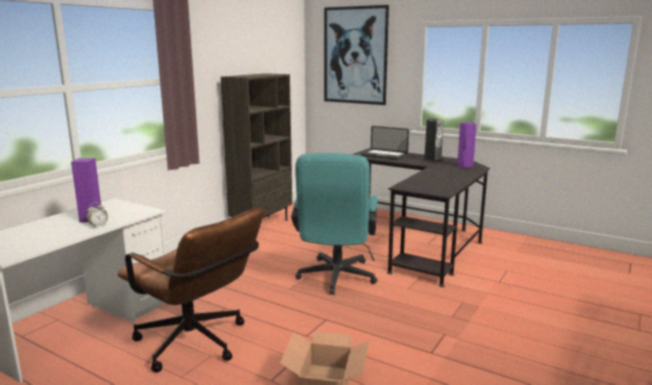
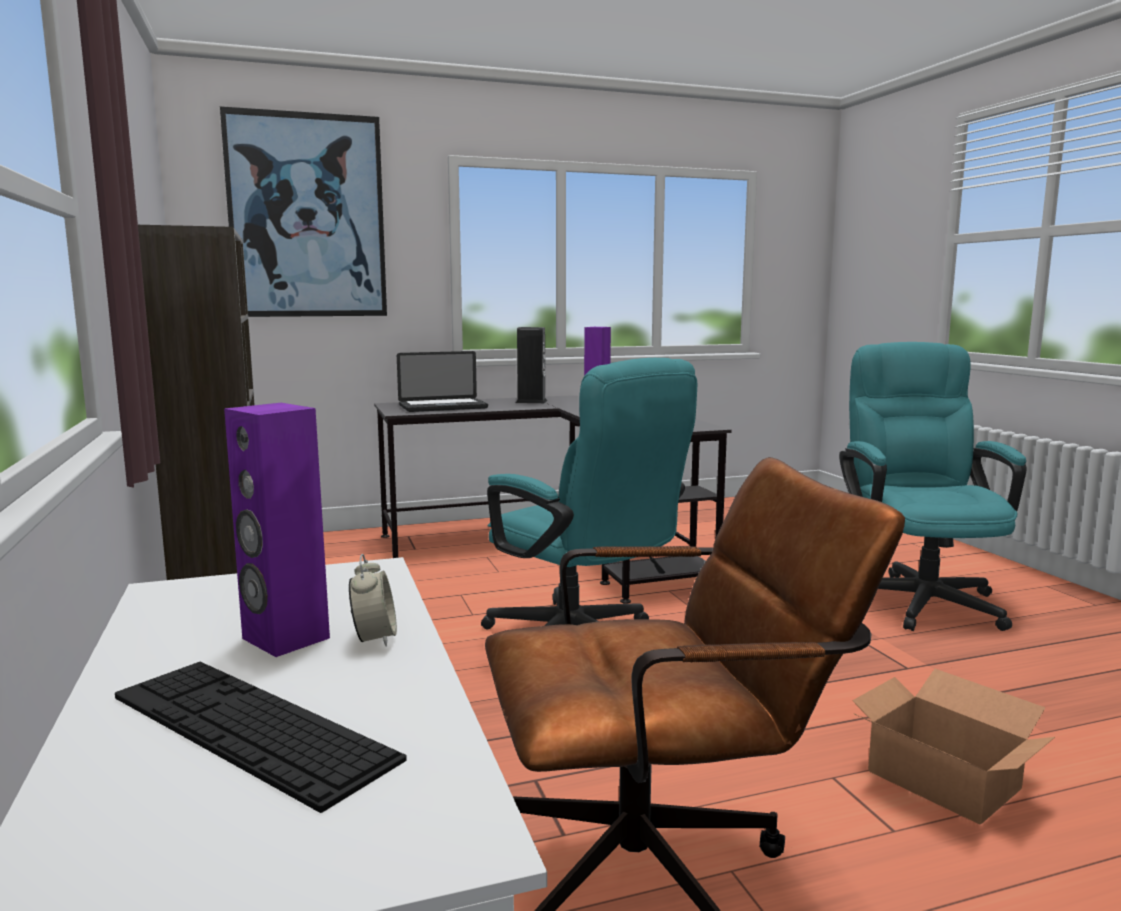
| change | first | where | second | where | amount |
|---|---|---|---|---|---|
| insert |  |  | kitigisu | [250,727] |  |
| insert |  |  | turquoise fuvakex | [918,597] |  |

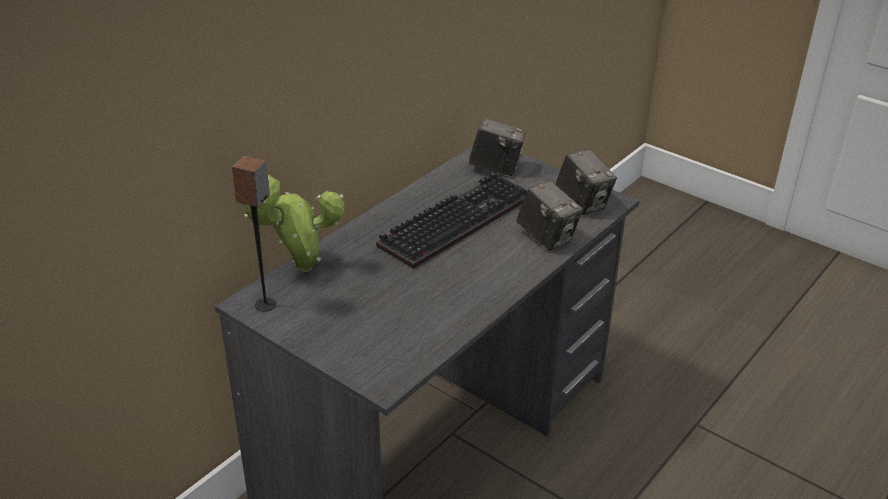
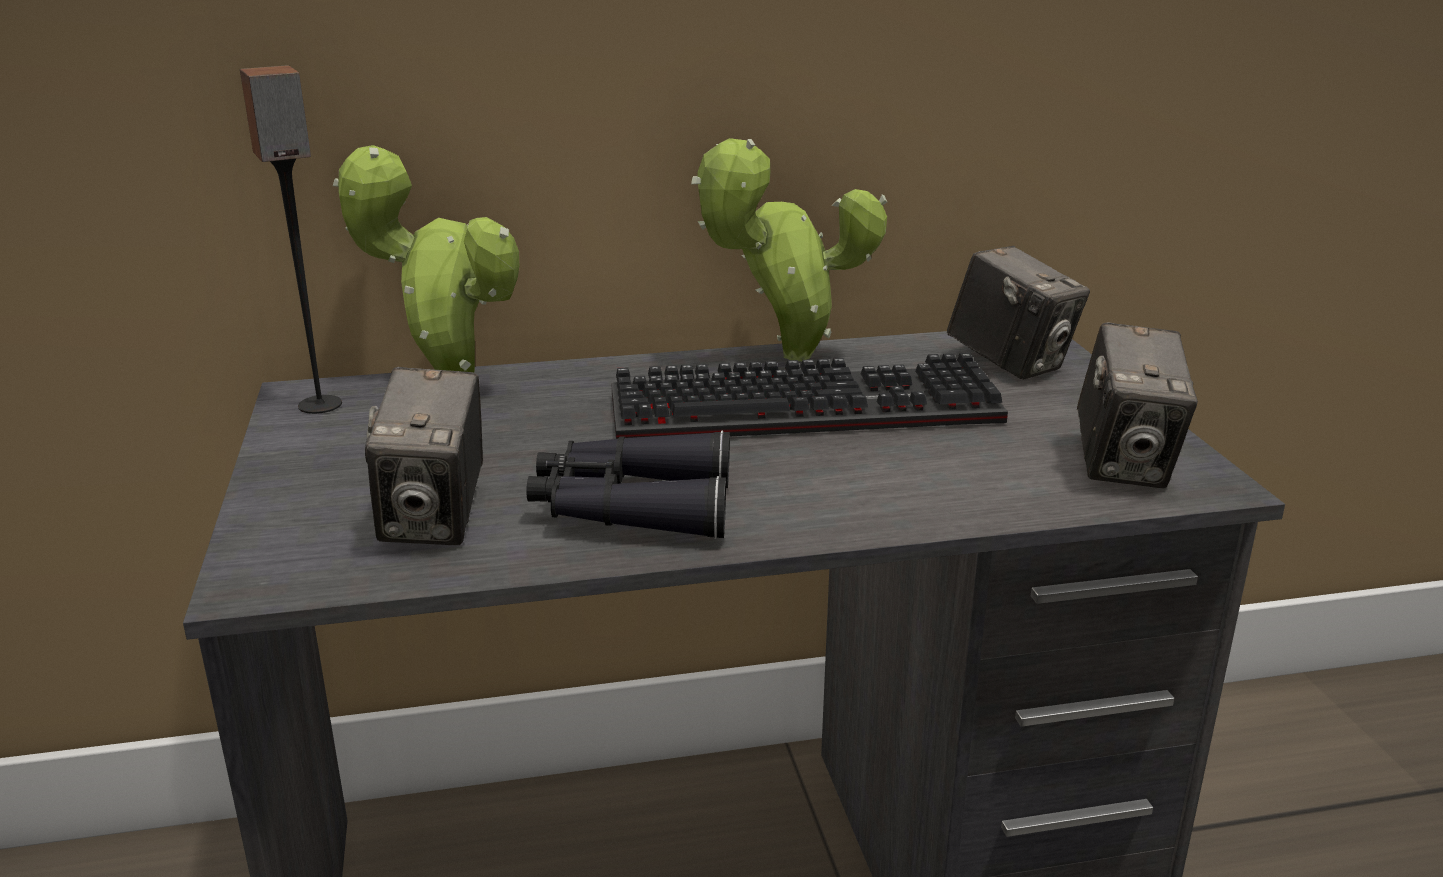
| change | first | where | second | where | amount |
|---|---|---|---|---|---|
| move | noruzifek | [547,237] |  | [435,520] |  |
| insert |  |  | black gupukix | [631,507] |  |
| insert |  |  | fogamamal | [786,358] |  |

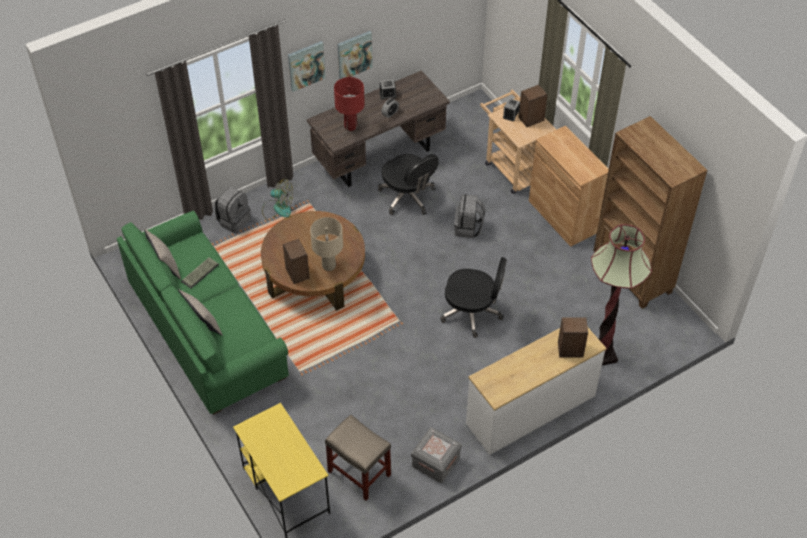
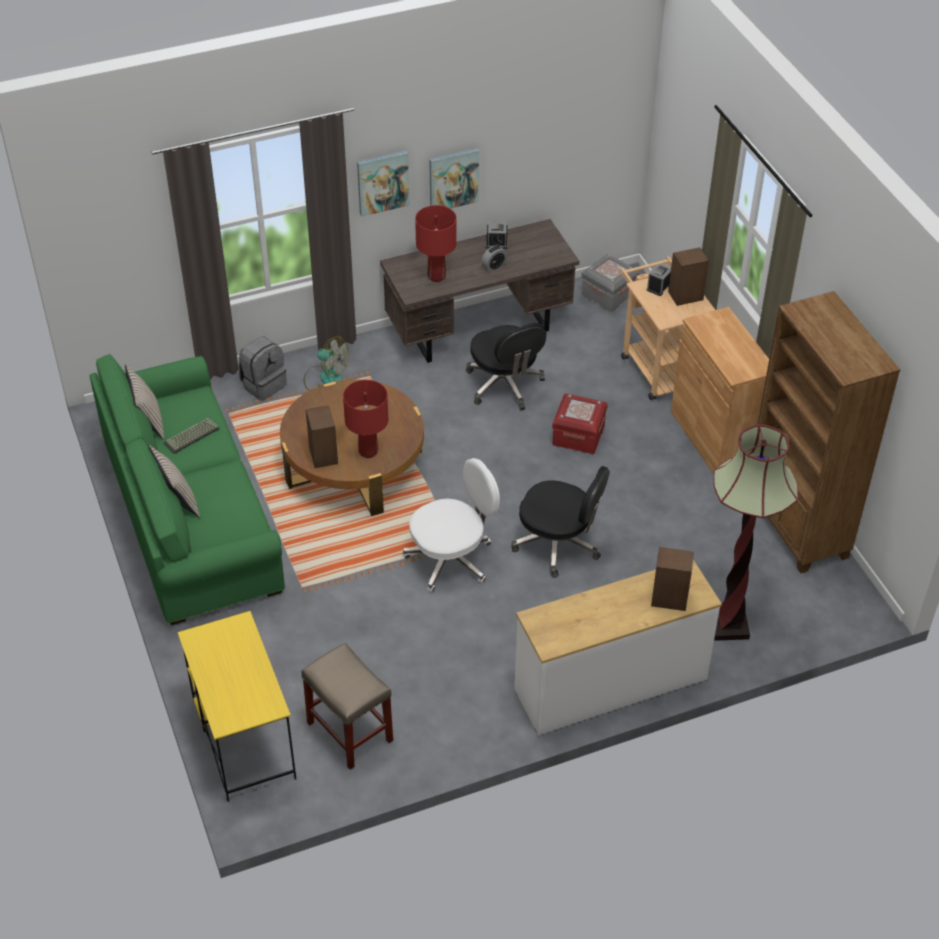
| change | first | where | second | where | amount |
|---|---|---|---|---|---|
| recolor | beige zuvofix | [329,266] | red zuvofix | [368,452] |  |
| insert |  |  | white fuvakex | [451,559] |  |
| replace | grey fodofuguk | [468,228] | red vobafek | [578,435] |  |
| move | grey vobafek | [435,462] |  | [608,294] |  |

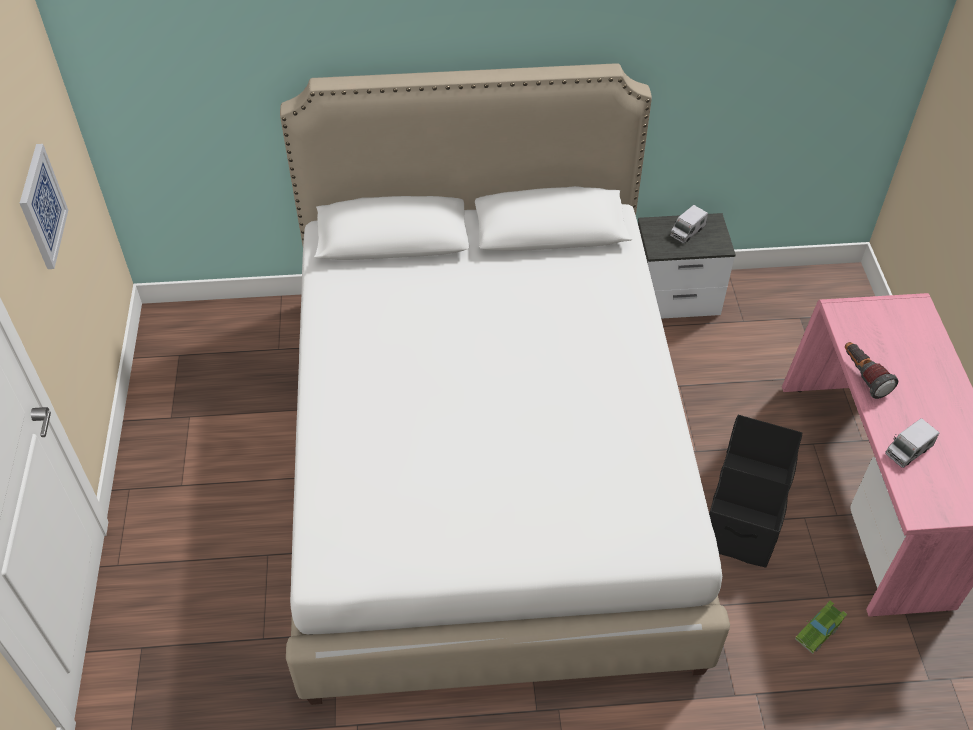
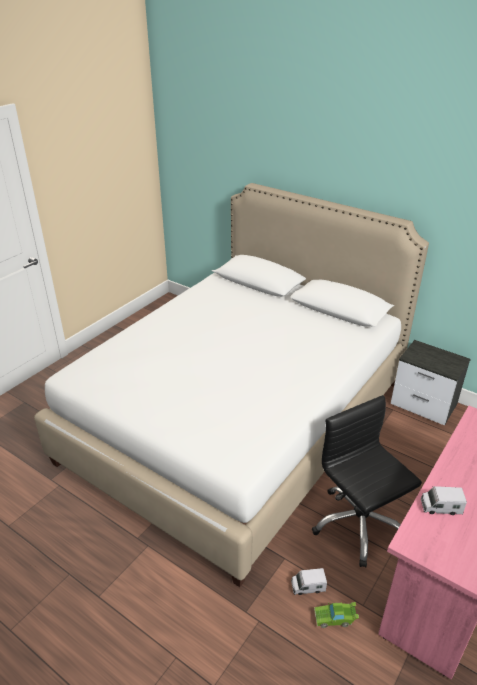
| change | first | where | second | where | amount |
|---|---|---|---|---|---|
| move | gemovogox | [687,231] |  | [308,586] |  |
| replace | black vobafek | [746,508] | black fuvakex | [358,524] |  |
| delete | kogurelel | [41,207] |  |  |  |
| delete | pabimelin | [863,376] |  |  |  |

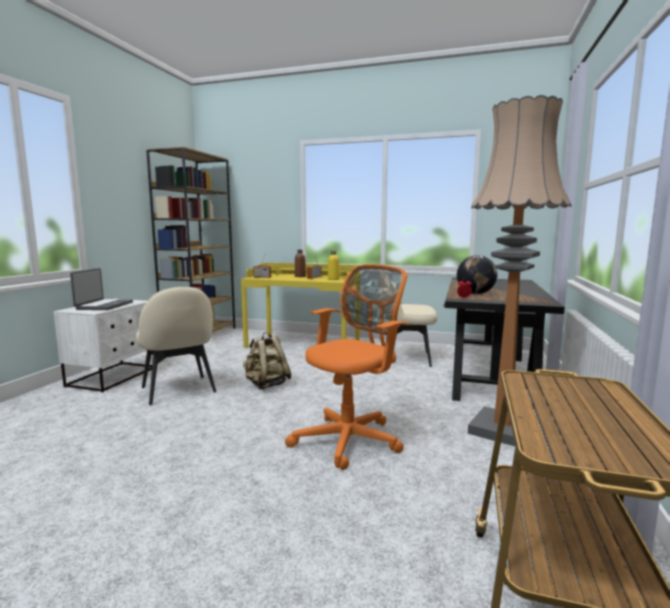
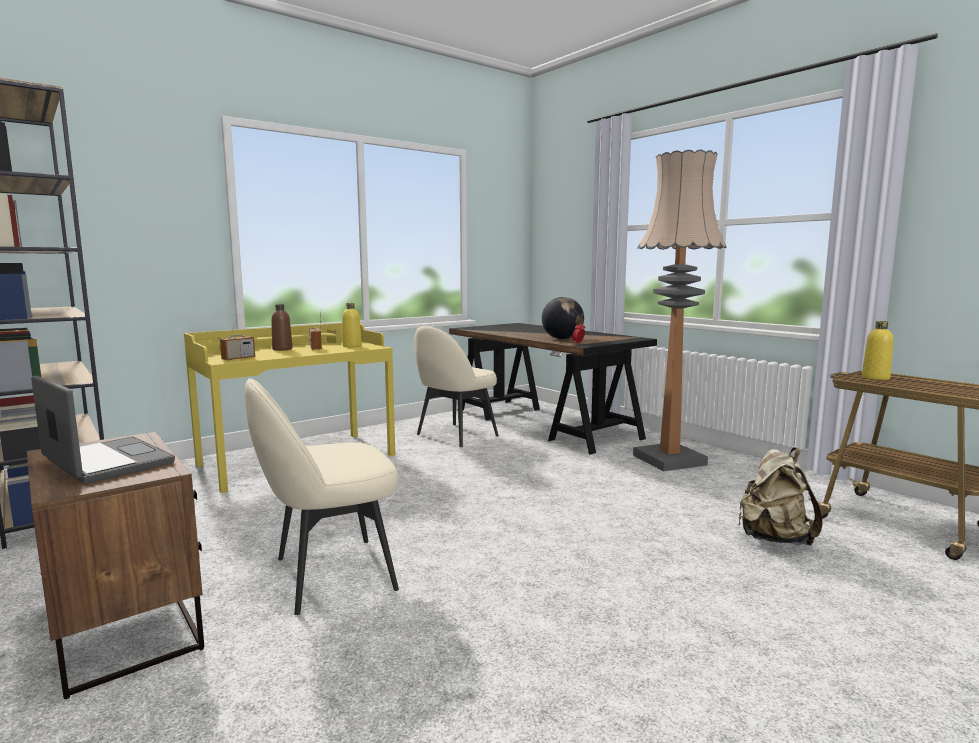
| change | first | where | second | where | amount |
|---|---|---|---|---|---|
| recolor | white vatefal | [114,377] | brown vatefal | [126,626] |  |
| rotate | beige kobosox | [179,390] |  | [330,574] | 150 degrees clockwise |
| move | beige fodofuguk | [266,385] |  | [773,538] |  |
| insert |  |  | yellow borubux | [875,378] |  |
| delete | orange fuvakex | [351,439] |  |  |  |

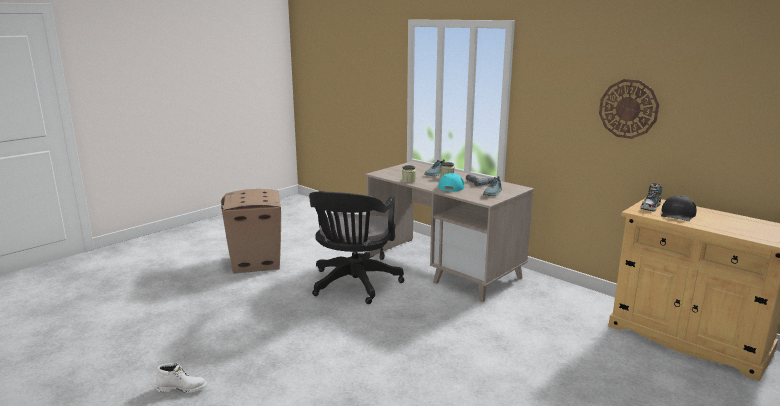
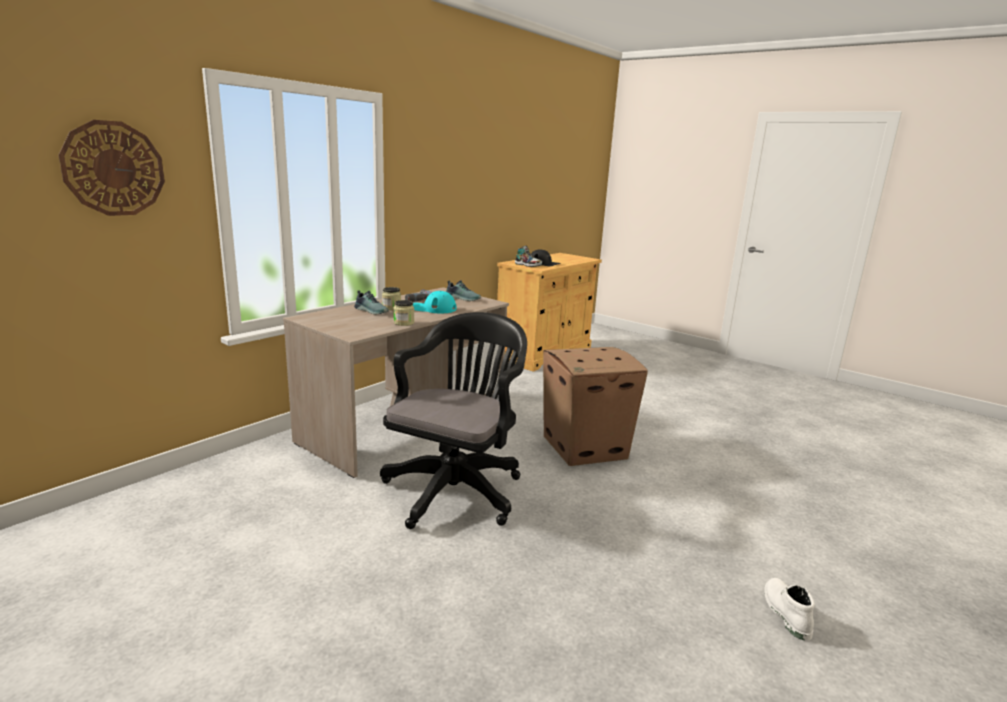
| change | first | where | second | where | amount |
|---|---|---|---|---|---|
| move | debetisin | [628,109] |  | [114,169] |  |
| rotate | black fuvakex | [354,285] |  | [457,488] | 75 degrees counterclockwise |
| move | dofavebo | [256,262] |  | [585,447] |  |

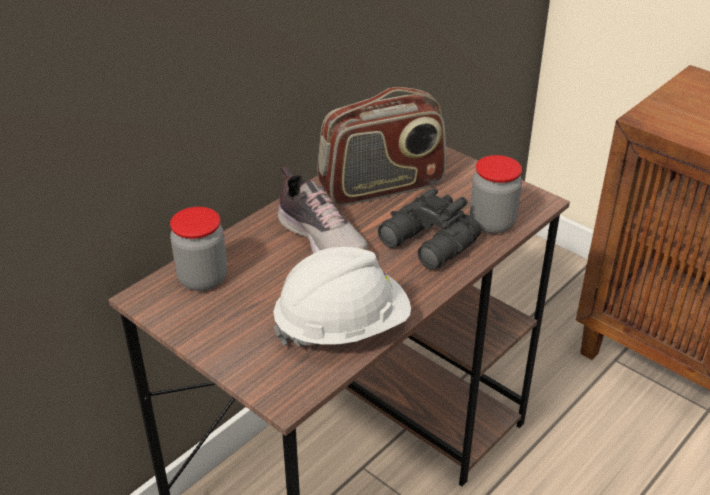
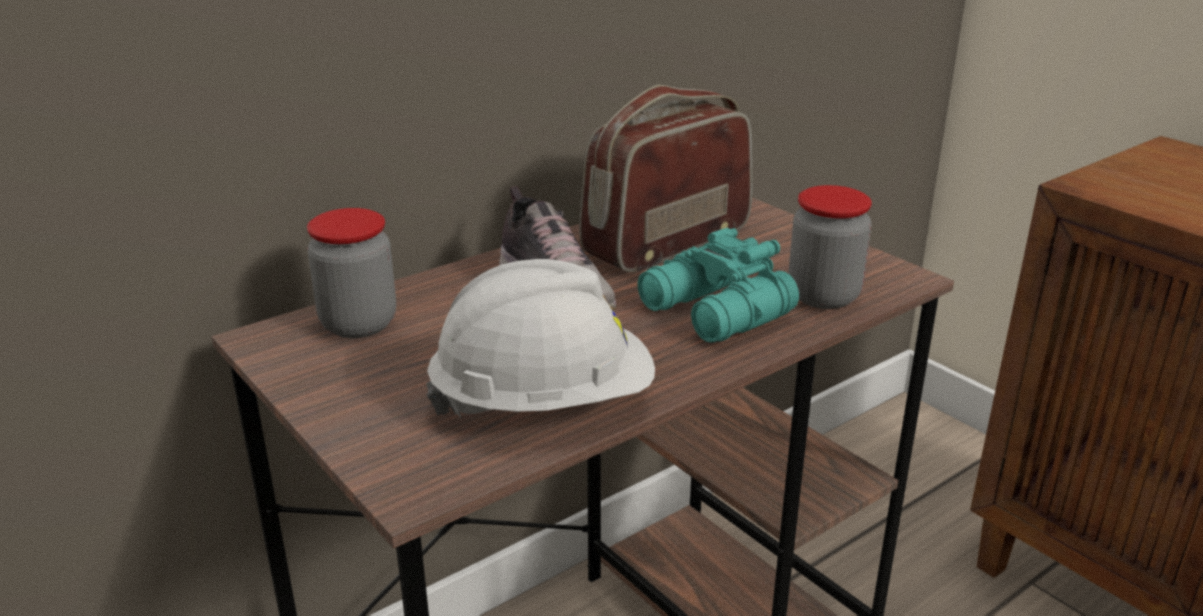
| change | first | where | second | where | amount |
|---|---|---|---|---|---|
| rotate | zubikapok | [382,187] |  | [666,242] | 150 degrees clockwise |
| recolor | black gupukix | [428,244] | turquoise gupukix | [715,313] |  |

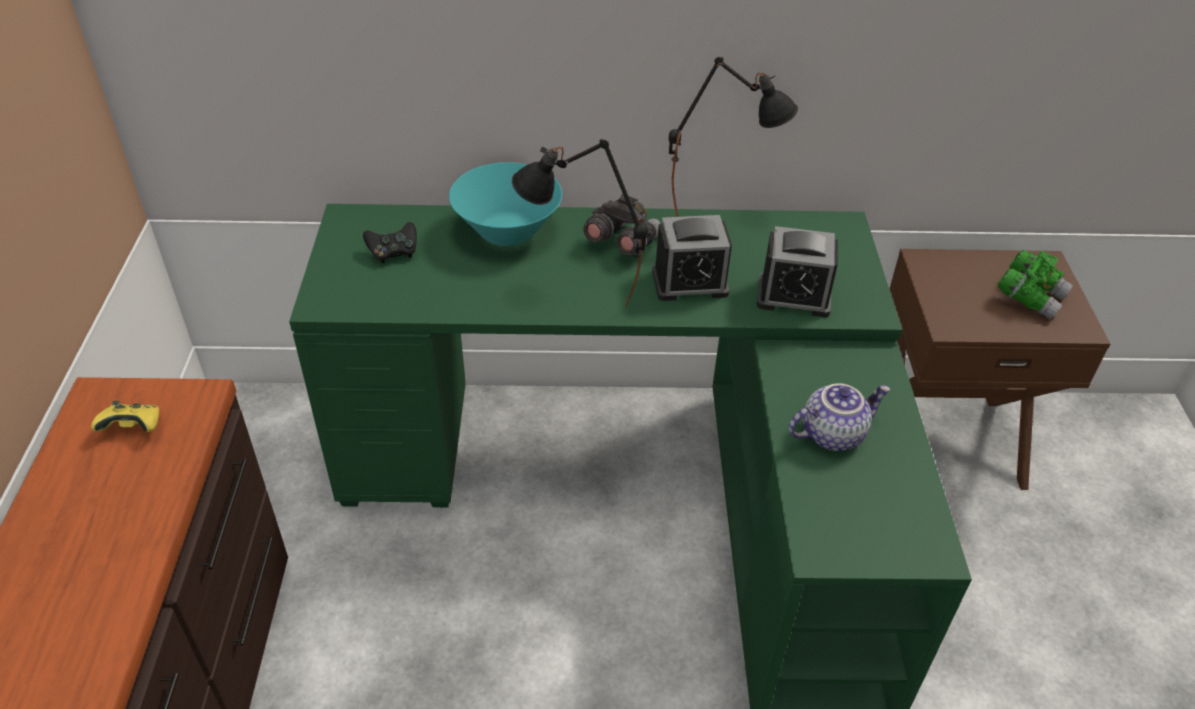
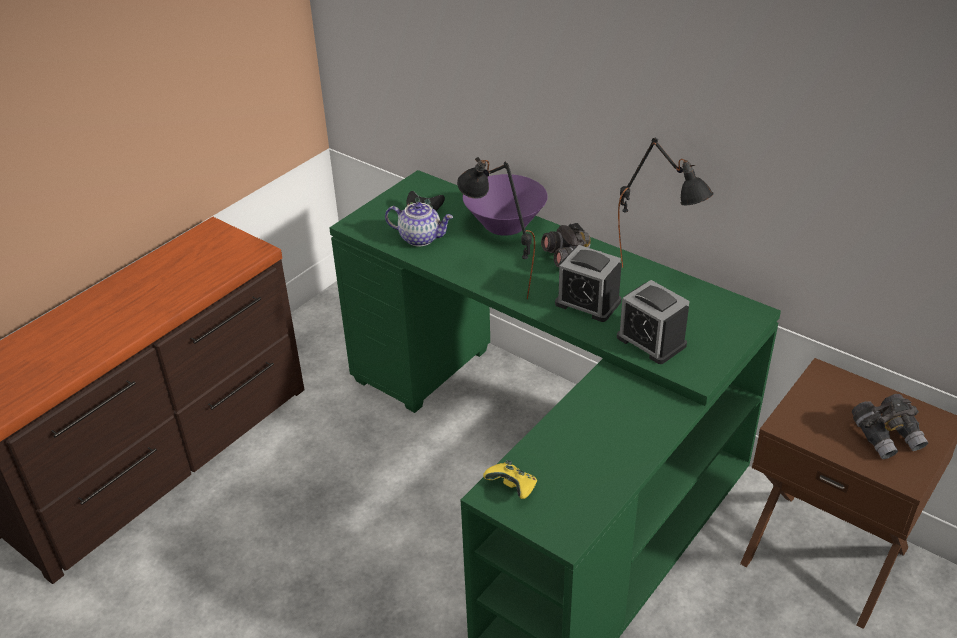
| change | first | where | second | where | amount |
|---|---|---|---|---|---|
| move | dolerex | [832,433] |  | [421,238] |  |
| recolor | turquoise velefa | [507,231] | purple velefa | [505,225] |  |
| move | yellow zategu | [134,428] |  | [513,488] |  |
| recolor | green gupukix | [1029,297] | grey gupukix | [886,437] |  |

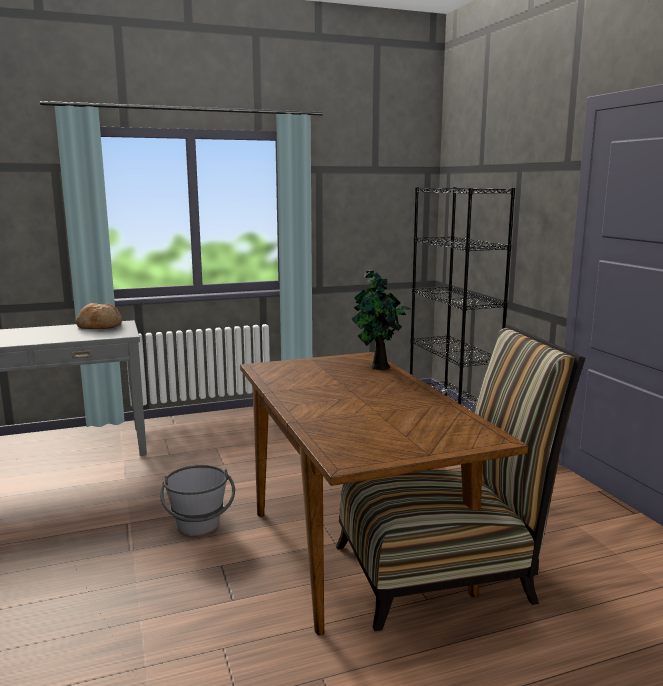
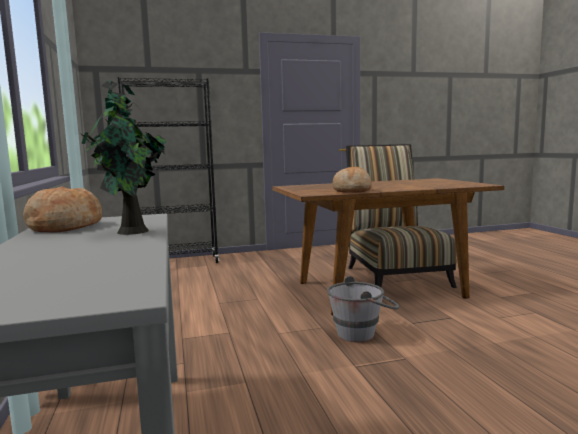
| change | first | where | second | where | amount |
|---|---|---|---|---|---|
| move | fogamamal | [378,367] |  | [133,232] |  |
| insert |  |  | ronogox | [352,190] |  |

